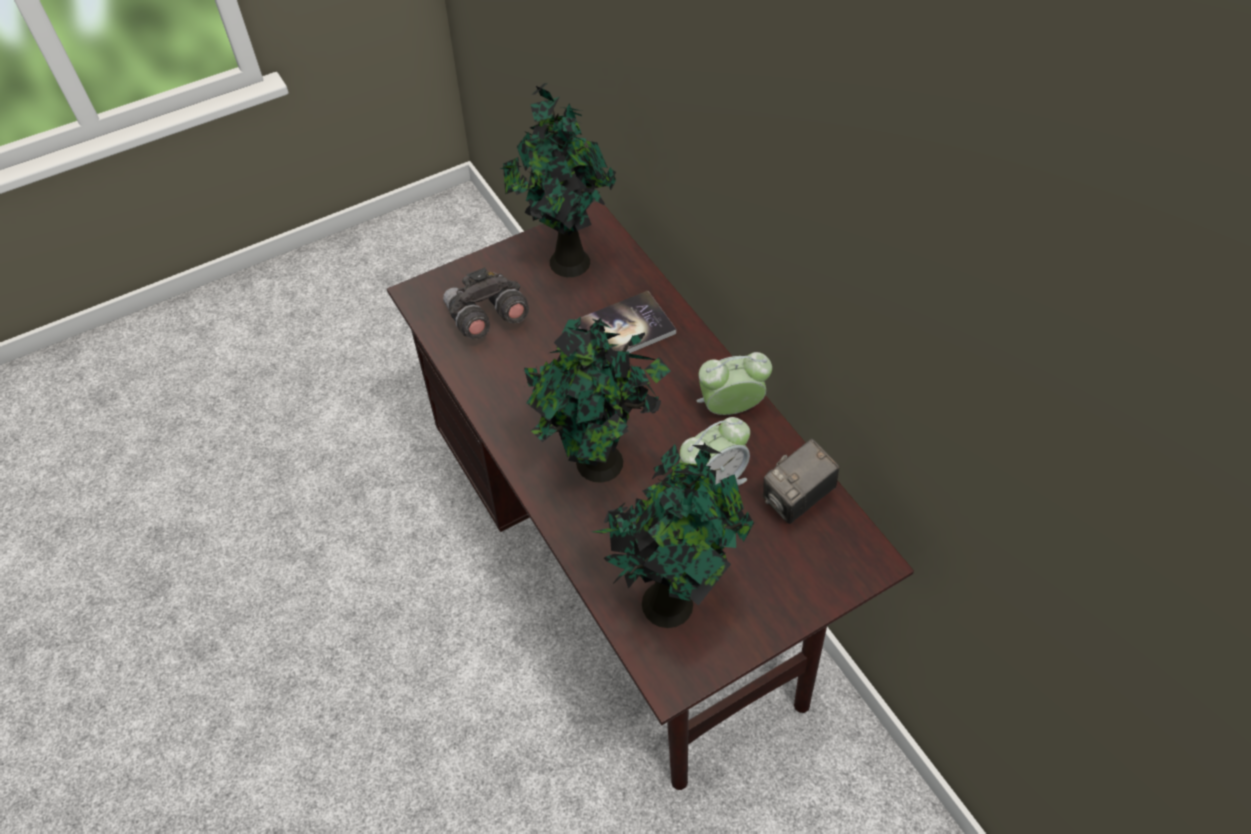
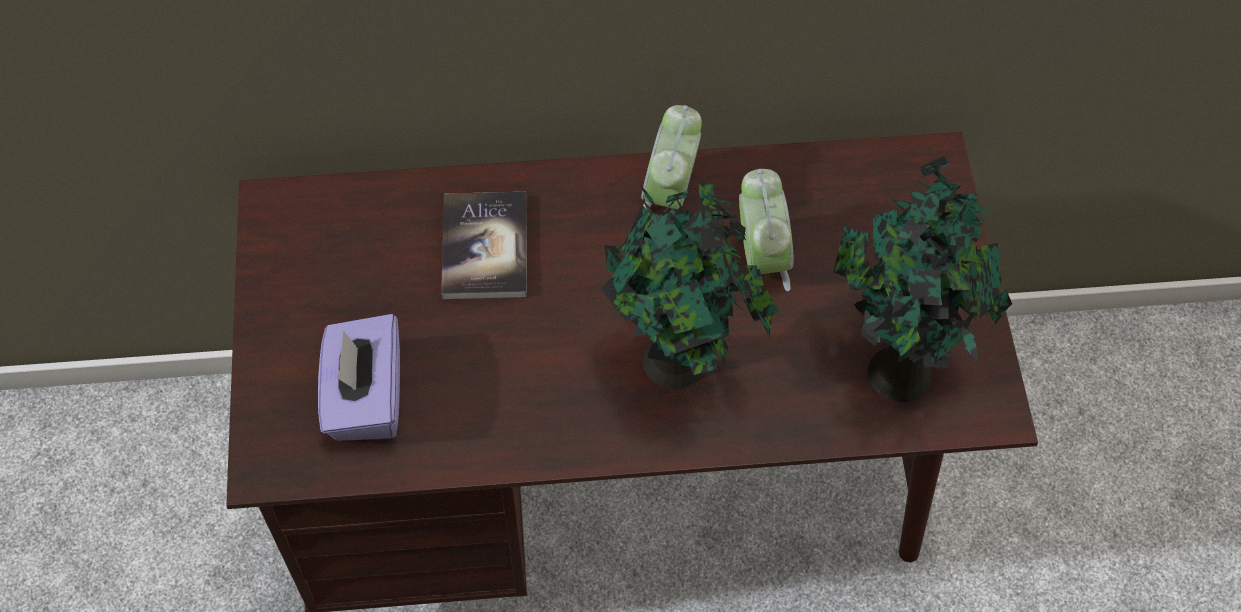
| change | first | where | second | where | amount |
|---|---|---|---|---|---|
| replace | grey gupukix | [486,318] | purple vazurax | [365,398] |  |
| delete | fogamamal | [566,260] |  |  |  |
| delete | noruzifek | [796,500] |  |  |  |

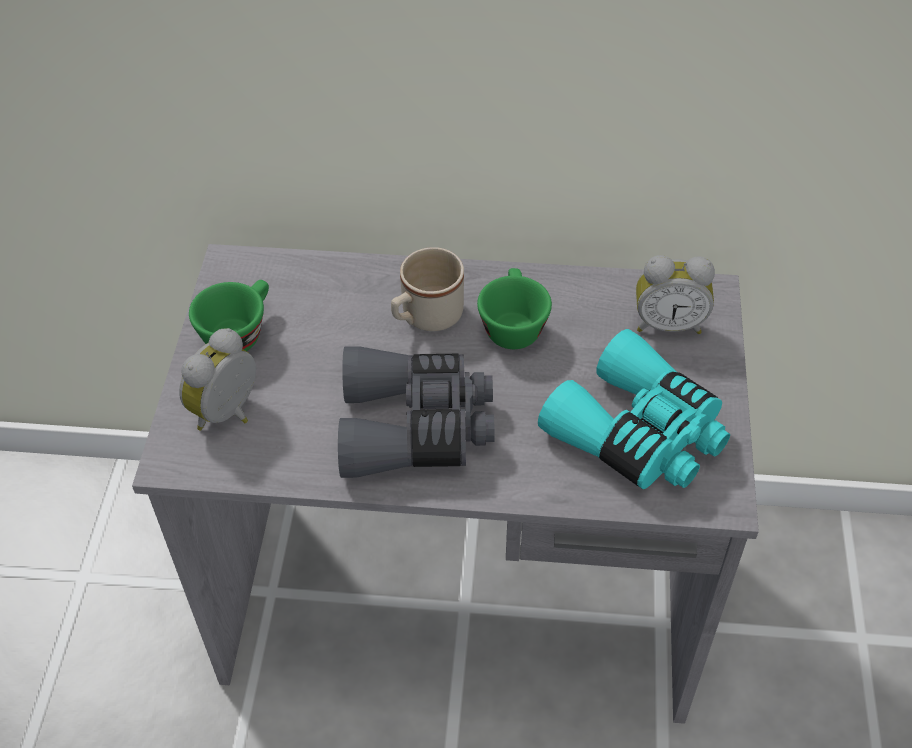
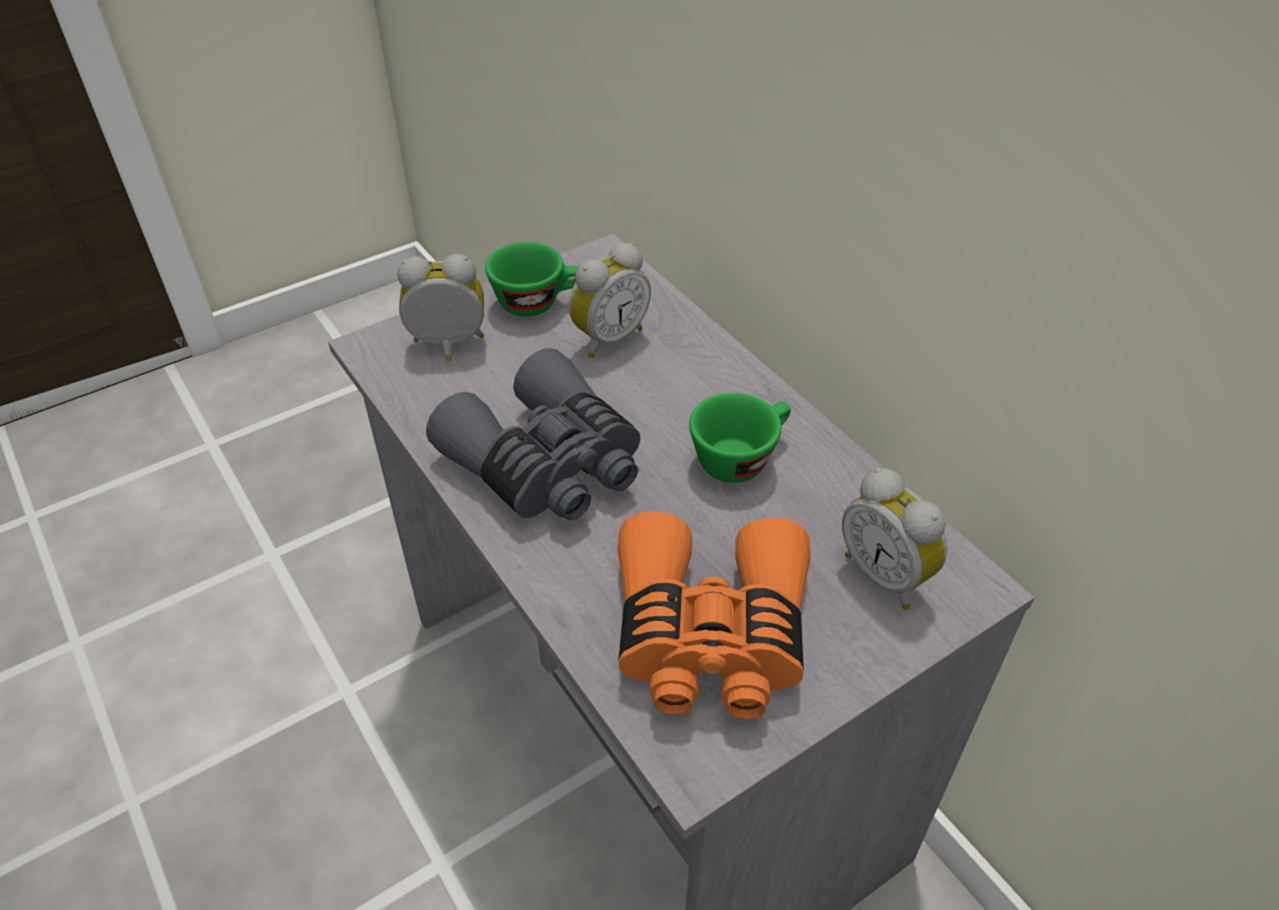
| change | first | where | second | where | amount |
|---|---|---|---|---|---|
| insert |  |  | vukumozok | [607,337] |  |
| recolor | turquoise gupukix | [639,434] | orange gupukix | [709,636] |  |
| delete | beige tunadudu | [425,317] |  |  |  |

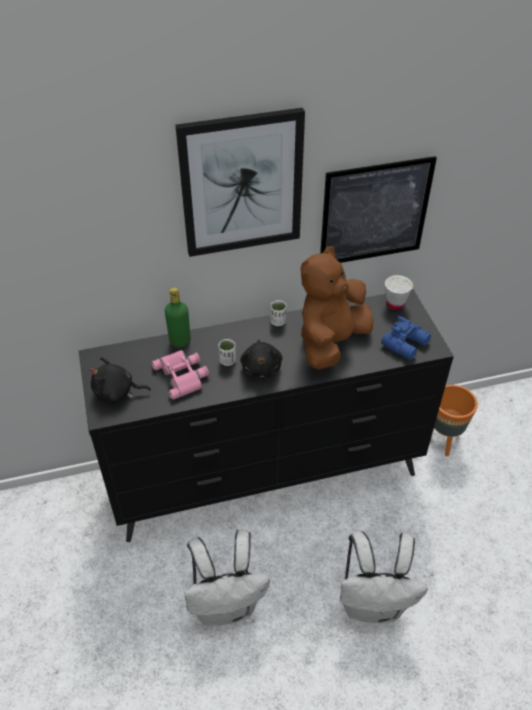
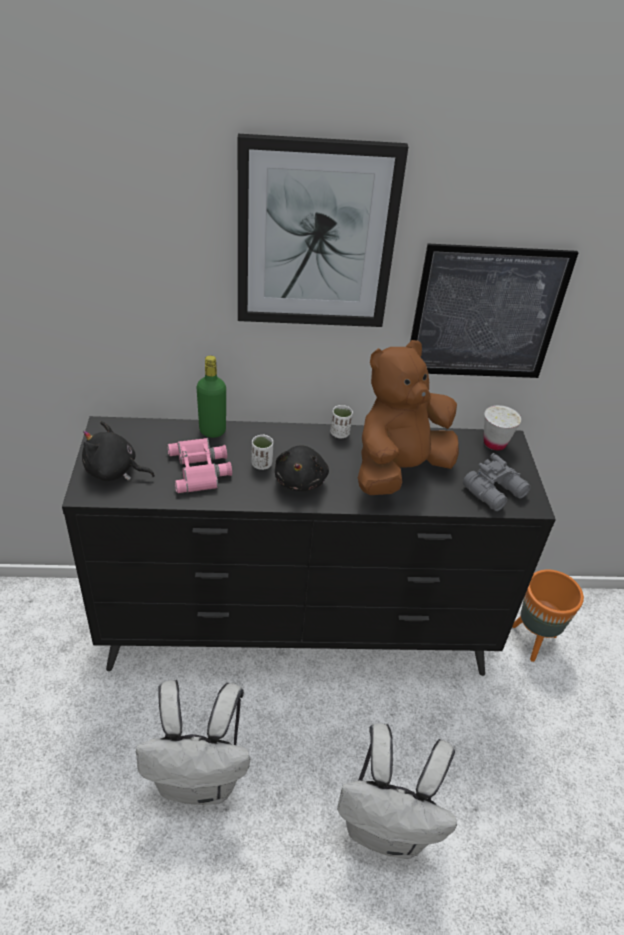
| change | first | where | second | where | amount |
|---|---|---|---|---|---|
| recolor | blue gupukix | [406,344] | grey gupukix | [496,492] |  |

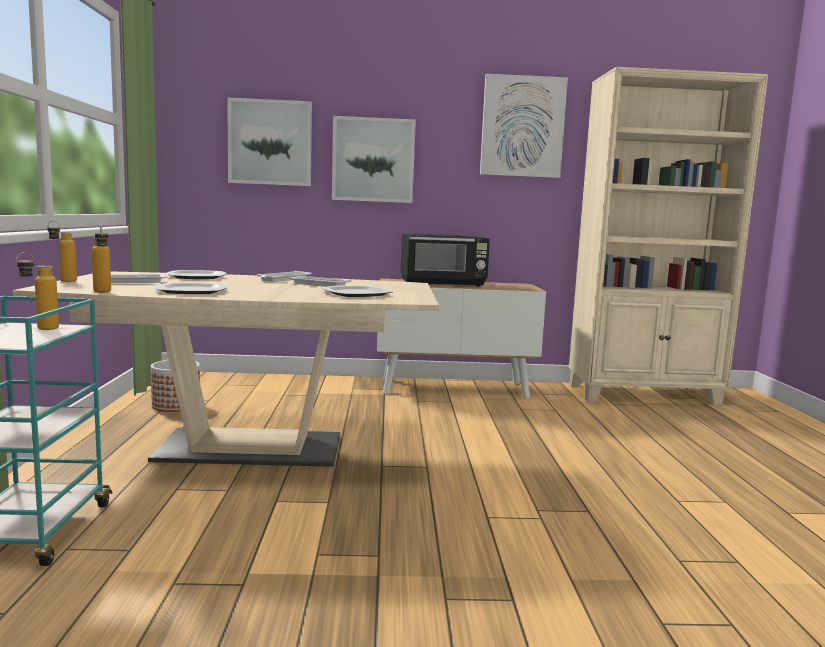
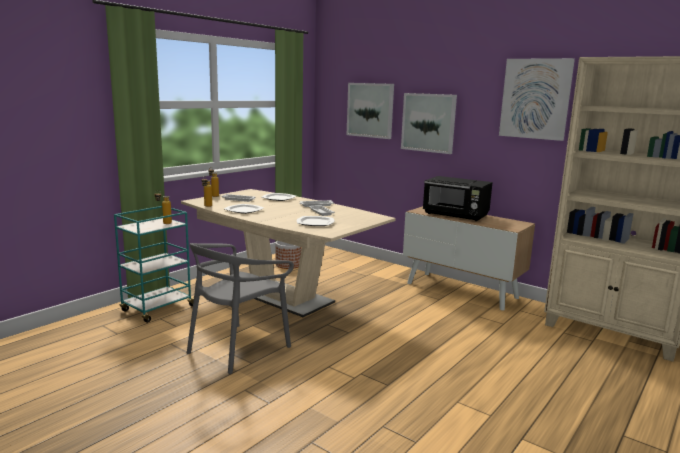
| change | first | where | second | where | amount |
|---|---|---|---|---|---|
| insert |  |  | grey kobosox | [238,348] |  |

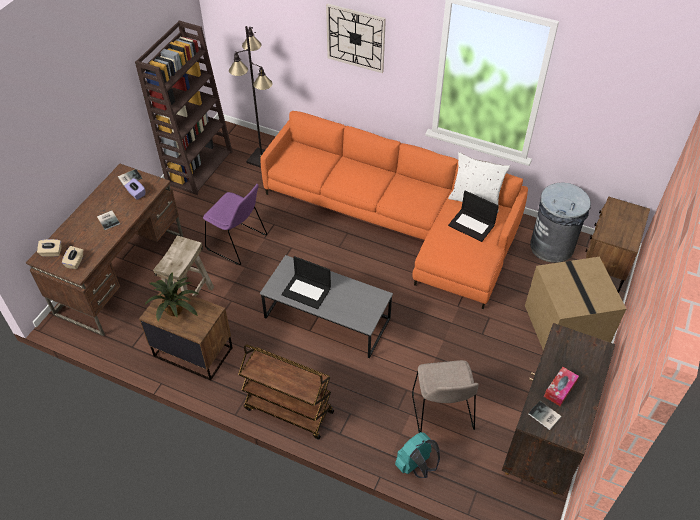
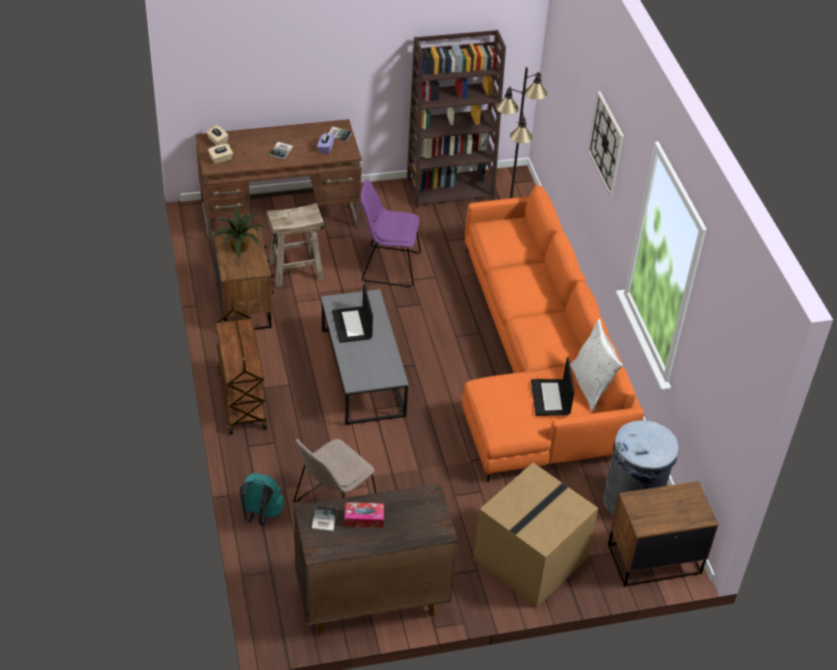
| change | first | where | second | where | amount |
|---|---|---|---|---|---|
| rotate | purple kobosox | [238,243] |  | [388,266] | 105 degrees clockwise |

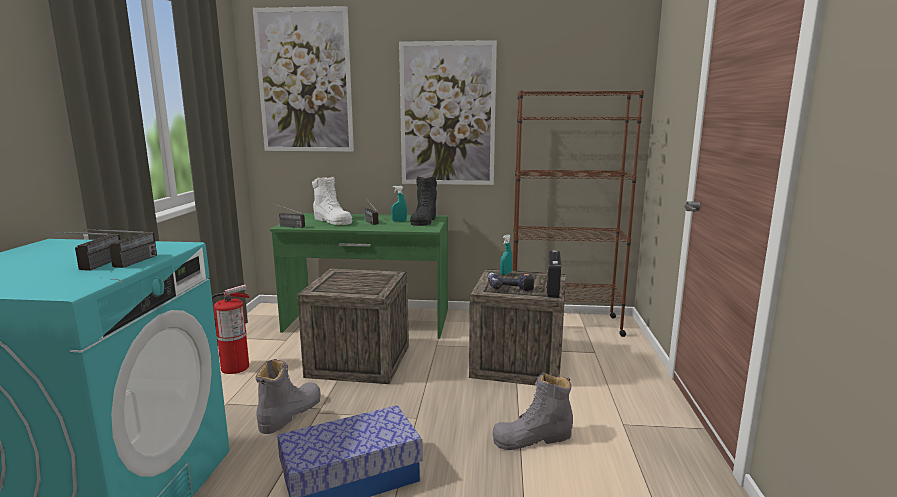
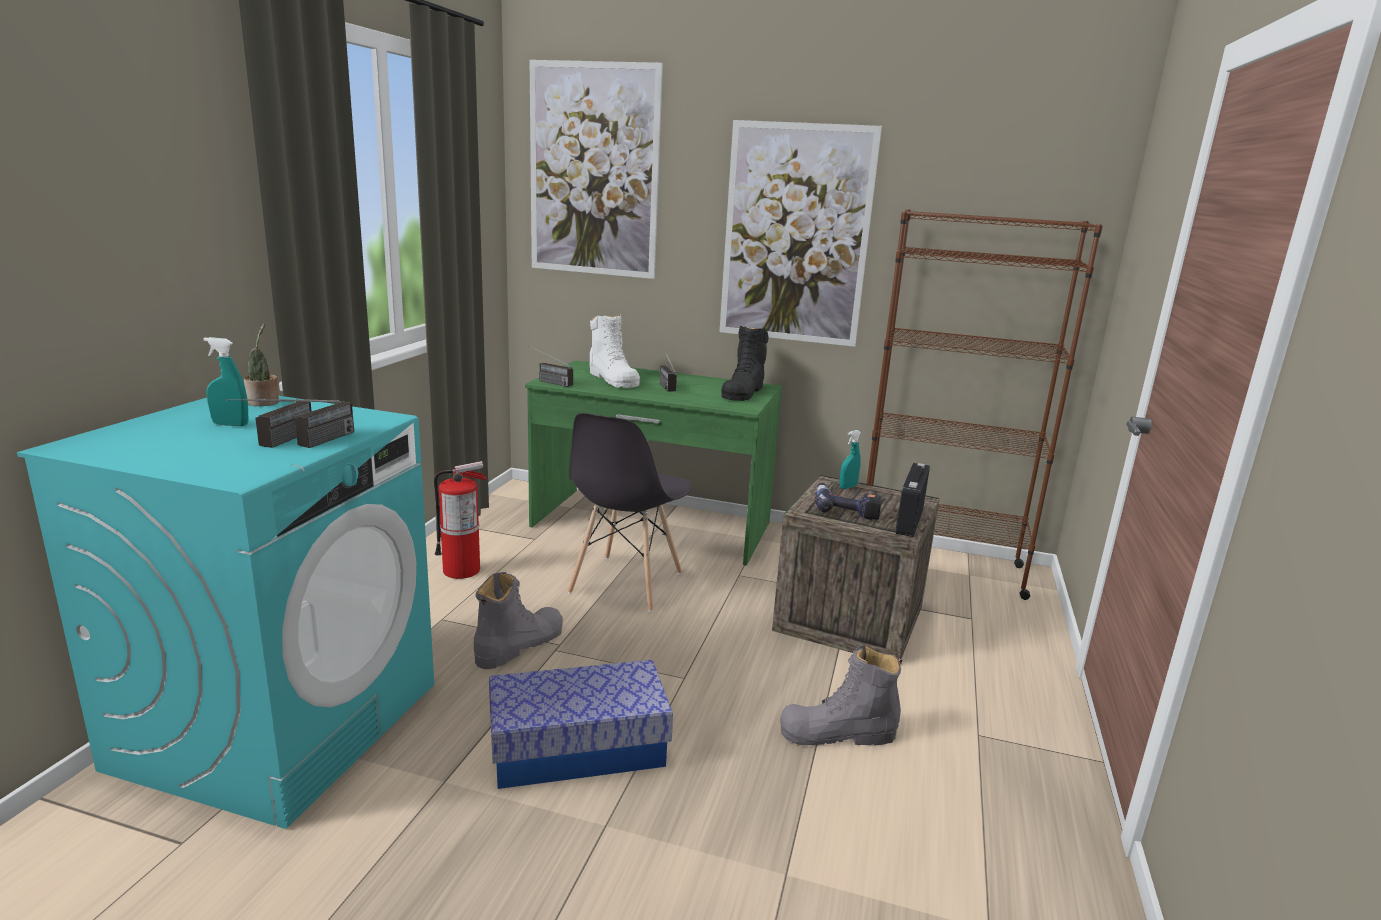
| change | first | where | second | where | amount |
|---|---|---|---|---|---|
| move | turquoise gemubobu | [399,221] |  | [230,424] |  |
| insert |  |  | fogamamal | [264,403] |  |
| replace | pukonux | [359,361] | grey kobosox | [625,583] |  |

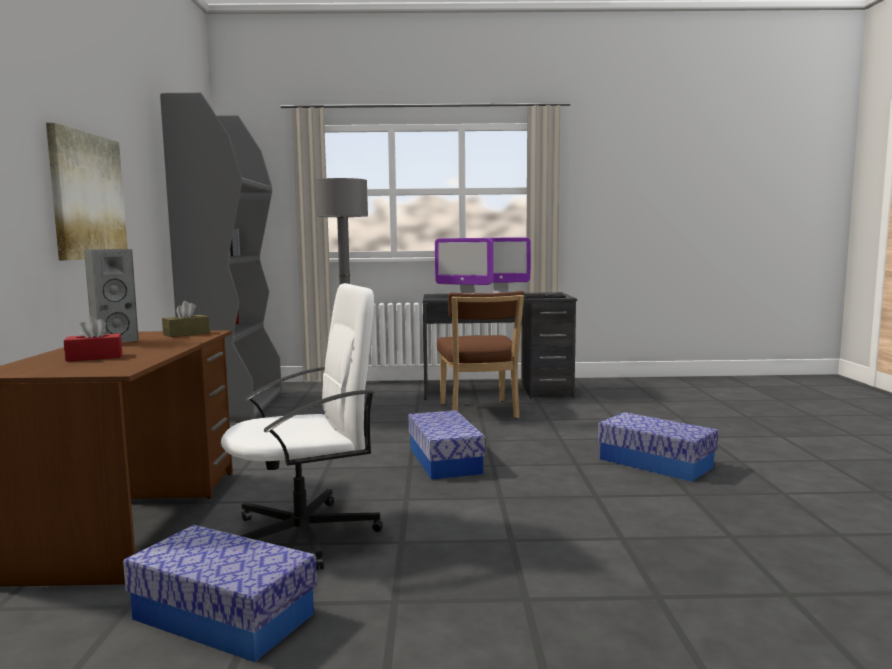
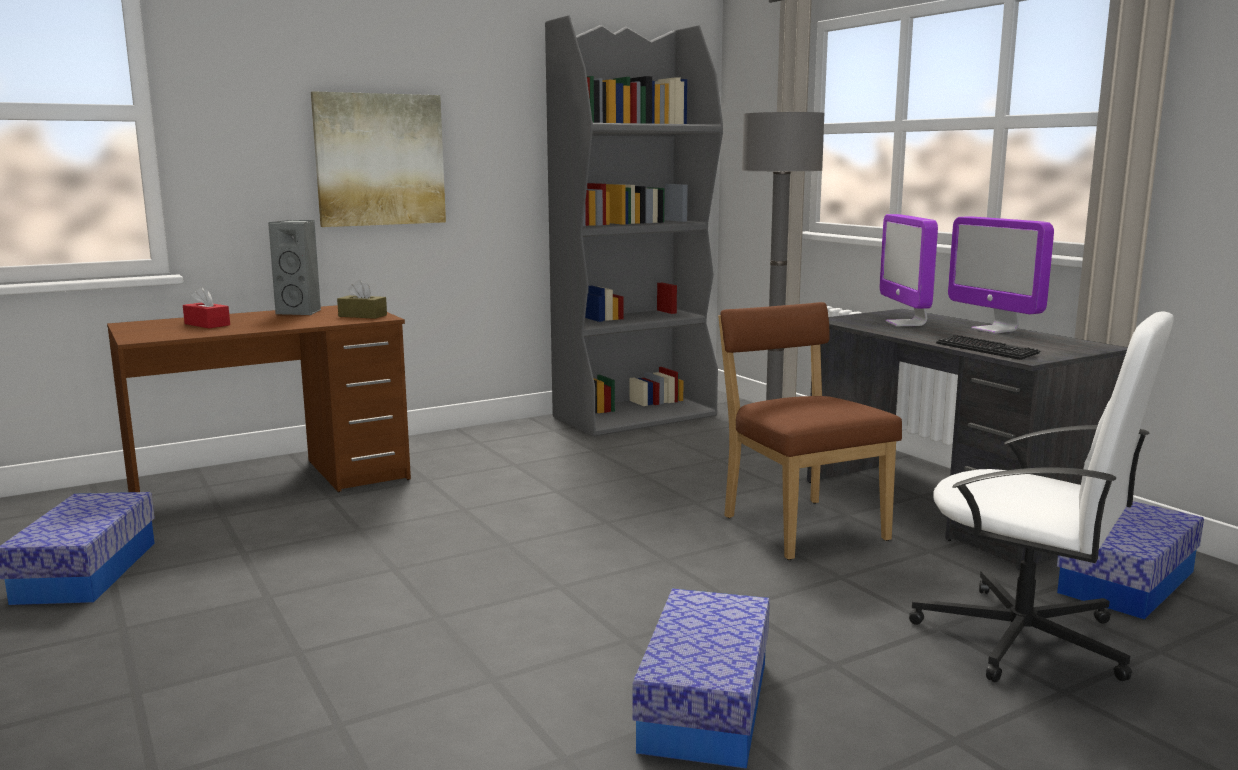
| change | first | where | second | where | amount |
|---|---|---|---|---|---|
| rotate | brown kobosox | [479,412] |  | [799,526] | 105 degrees clockwise |
| move | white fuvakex | [305,535] |  | [1025,639] |  |
| move | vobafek | [444,460] |  | [1127,582] |  |

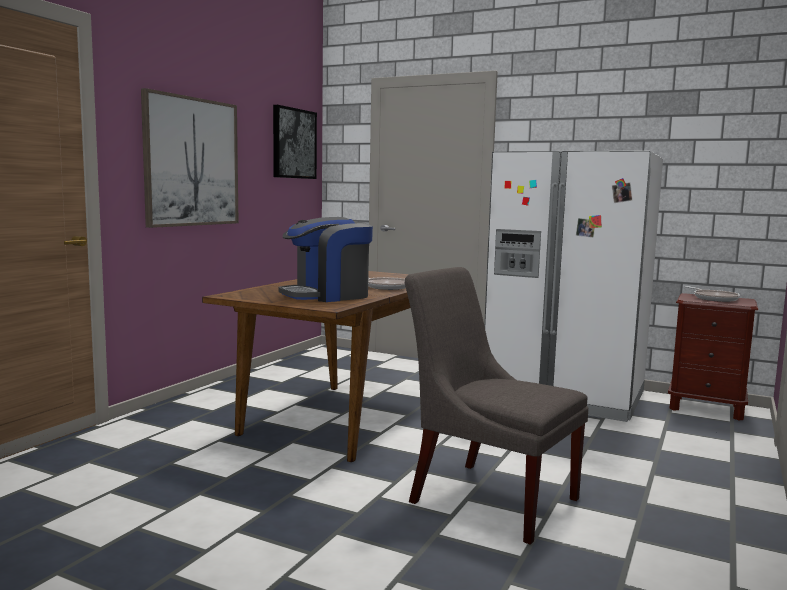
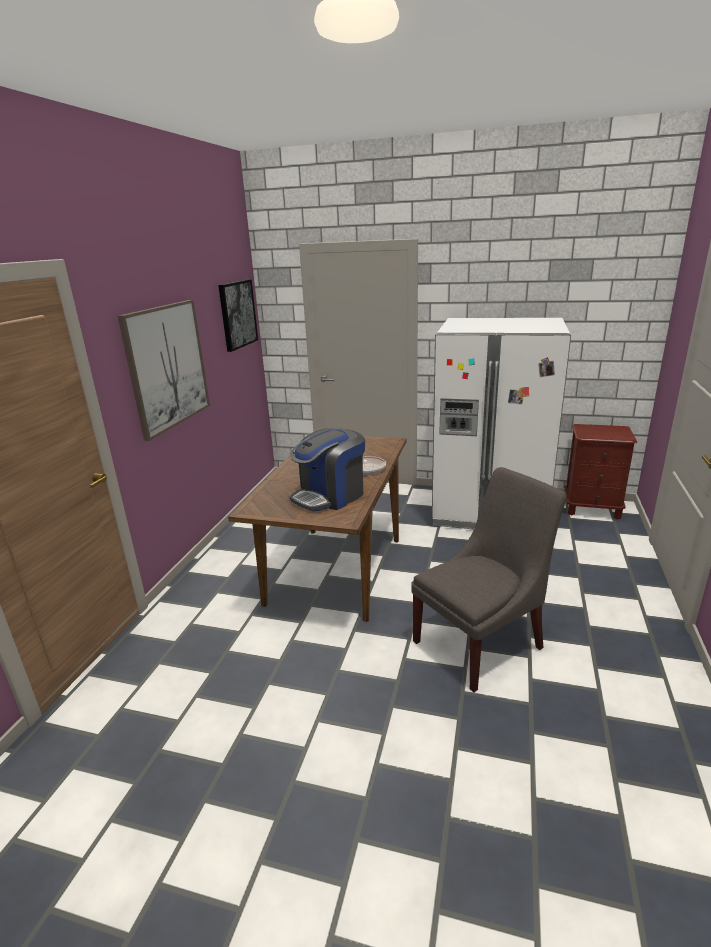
| change | first | where | second | where | amount |
|---|---|---|---|---|---|
| rotate | grey kobosox | [488,497] |  | [482,642] | 120 degrees clockwise |
| delete | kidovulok | [713,298] |  |  |  |

